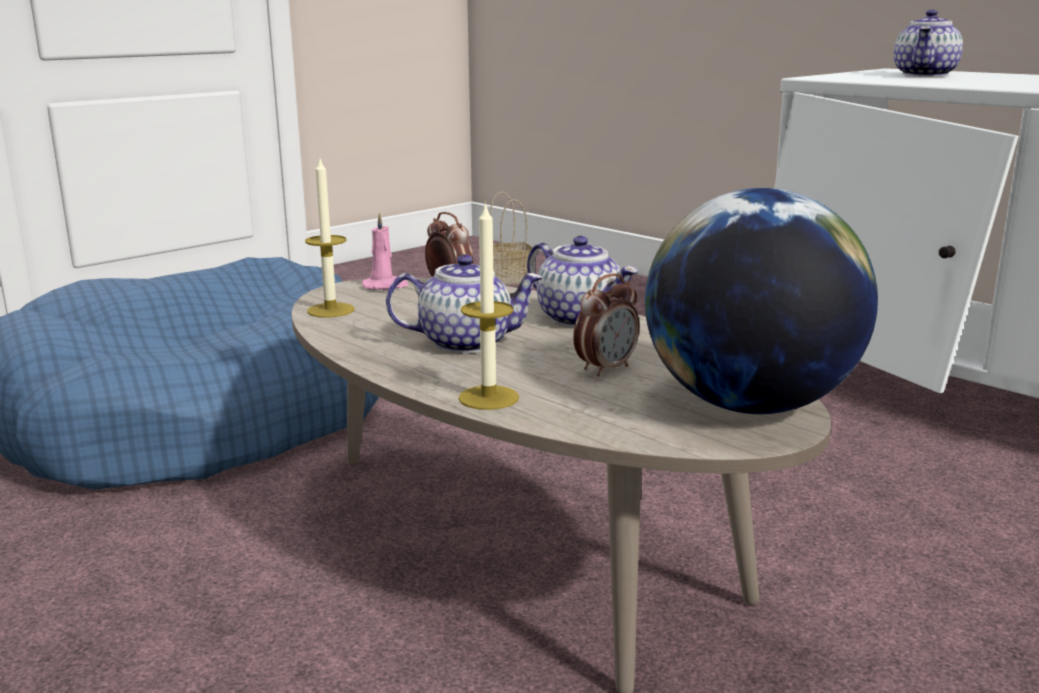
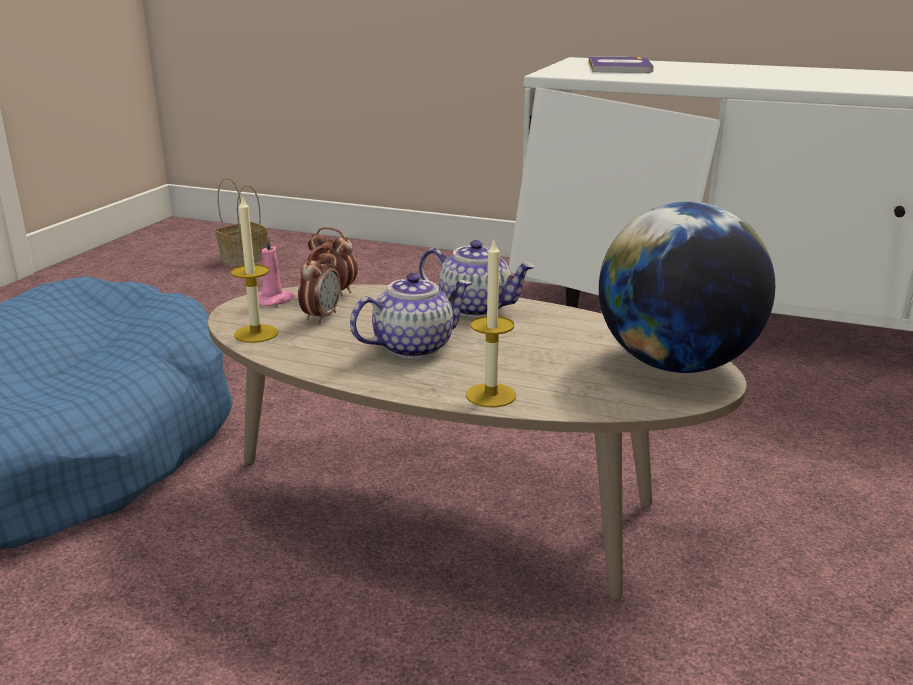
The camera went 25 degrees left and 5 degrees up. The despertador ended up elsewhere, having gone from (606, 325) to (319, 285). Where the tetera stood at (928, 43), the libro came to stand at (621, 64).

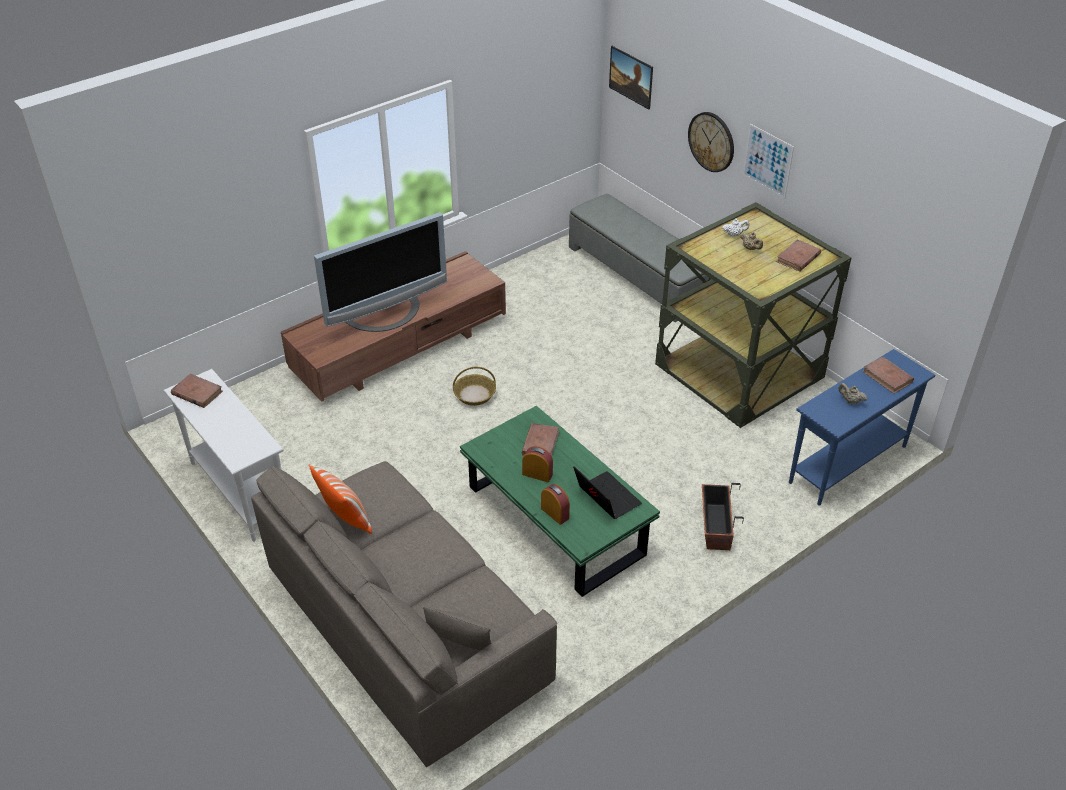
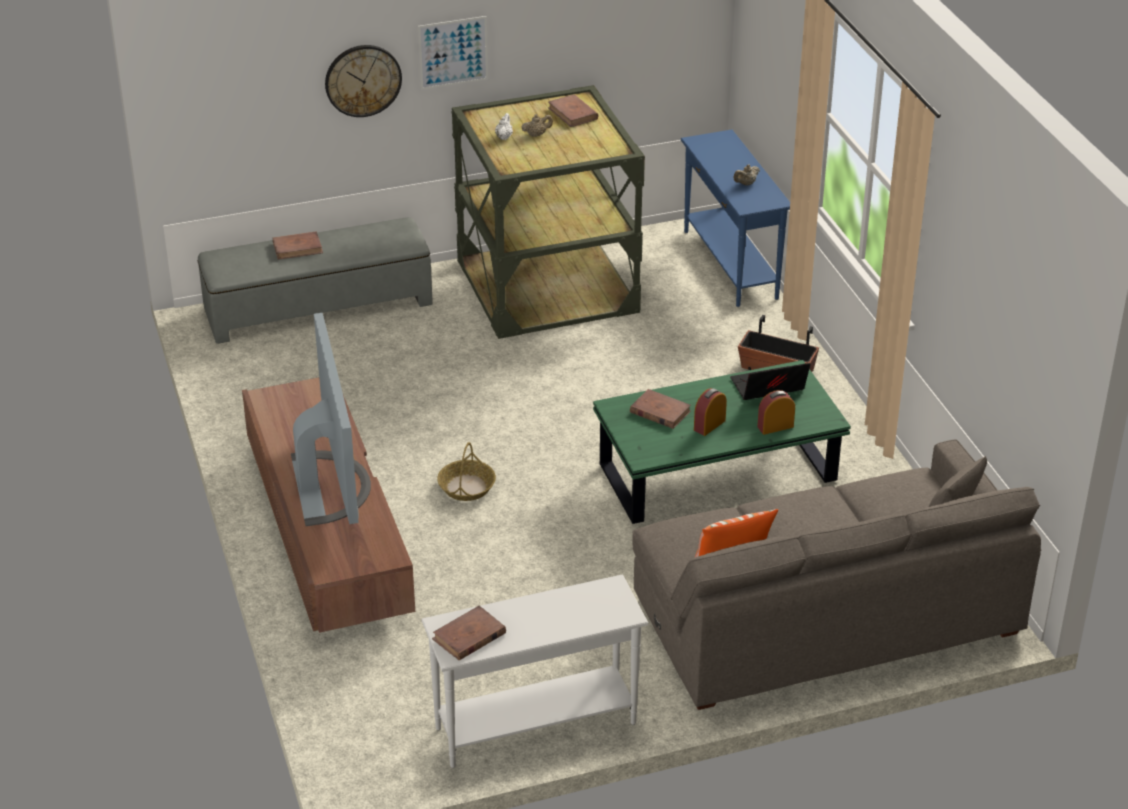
The camera went 70 degrees left and 5 degrees down. The second view lost the cuadro at (631, 78). The libro/marrón ended up elsewhere, having gone from (888, 375) to (298, 245).

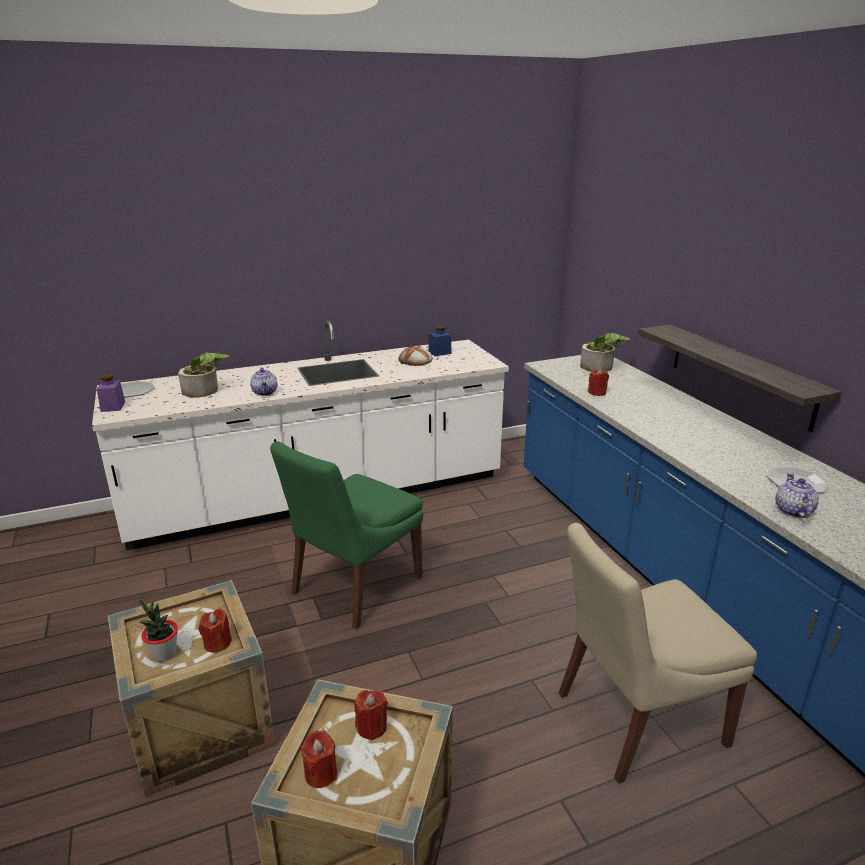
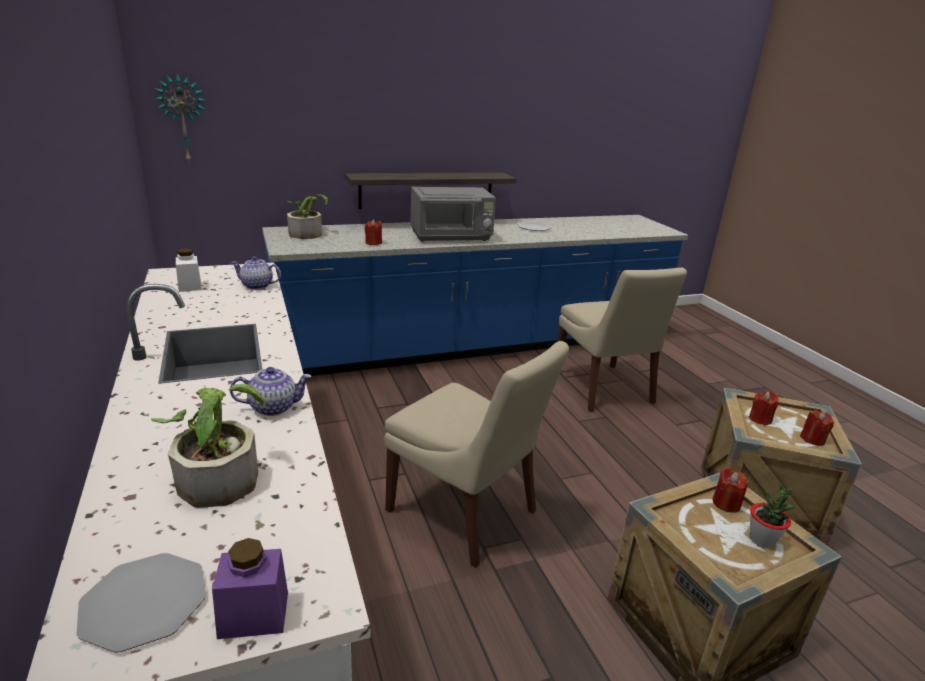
The camera went 90 degrees left and 0 degrees up. The second view lost the pan at (415, 356). The second view gained the reloj de pared at (180, 117). The second view gained the microondas/gris at (453, 214). The tetera ended up elsewhere, having gone from (797, 495) to (256, 273). What was the silla/verde at (346, 535) turned into the silla/beis at (476, 454). What was the tarro/azul at (440, 341) turned into the tarro/blanco at (189, 270).

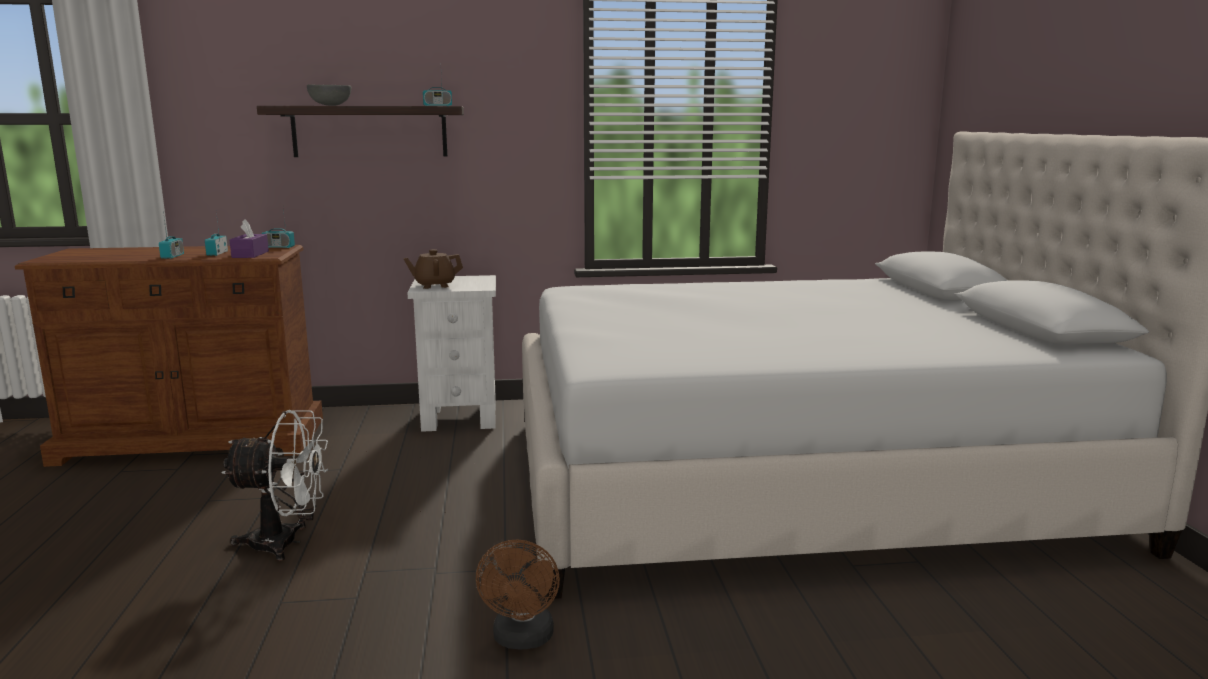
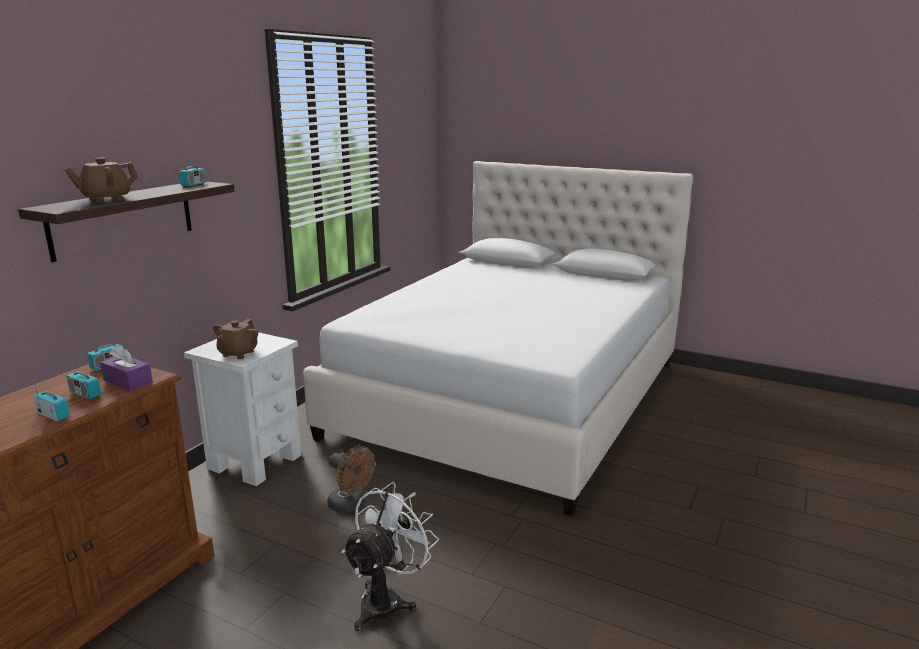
The camera went 55 degrees left and 5 degrees up. The ventilador/marrón ended up elsewhere, having gone from (518, 594) to (351, 479). Where the cuenco/gris stood at (329, 95), the tetera/marrón came to stand at (101, 180).

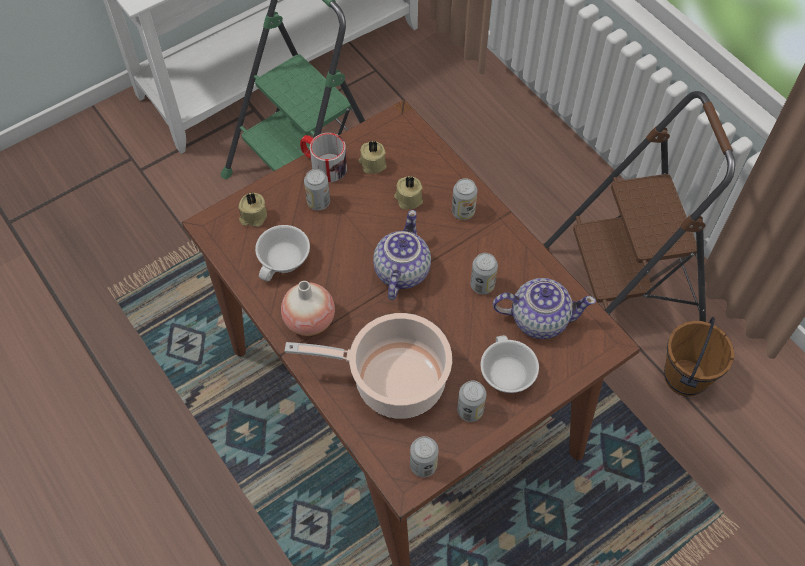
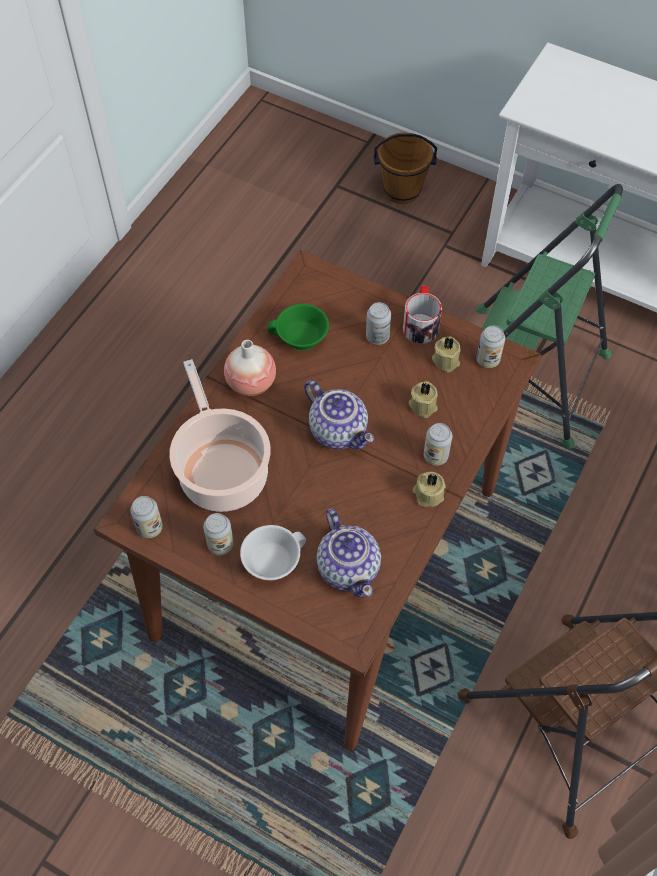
The camera went 65 degrees right and 0 degrees up. The vela/beis ended up elsewhere, having gone from (252, 210) to (429, 489). The lata ended up elsewhere, having gone from (484, 273) to (491, 347). The cubo/marrón ended up elsewhere, having gone from (699, 356) to (405, 168). What was the taza/blanco at (282, 253) turned into the taza/verde at (298, 327). The tetera at (402, 255) ended up facing another way, 60 degrees clockwise from before.

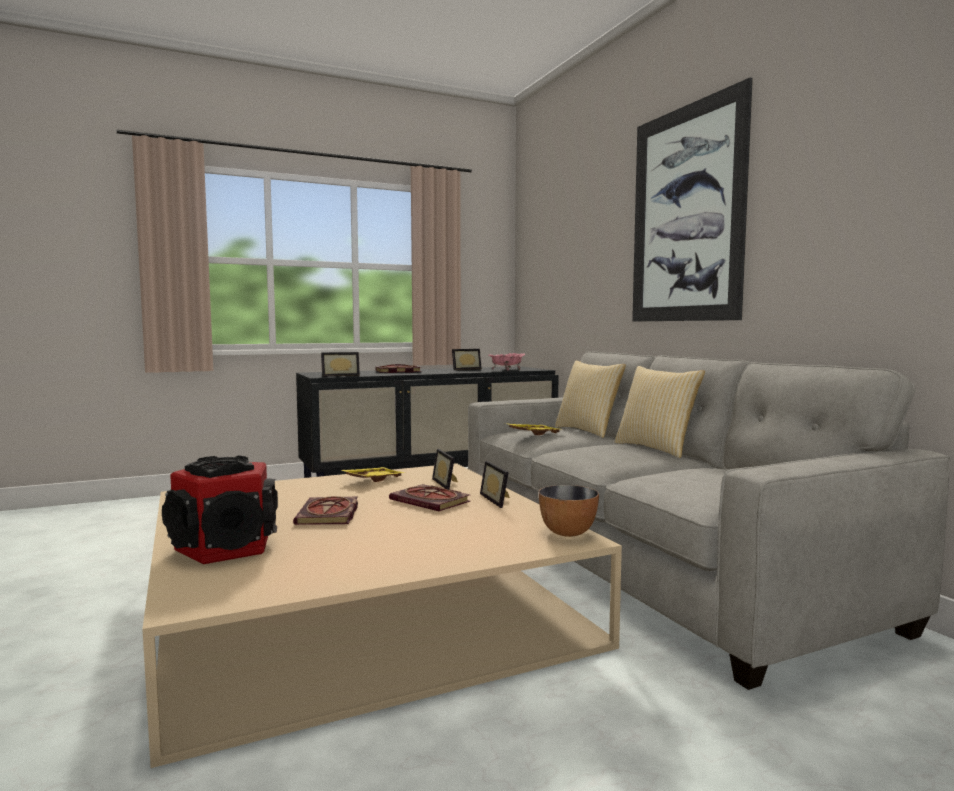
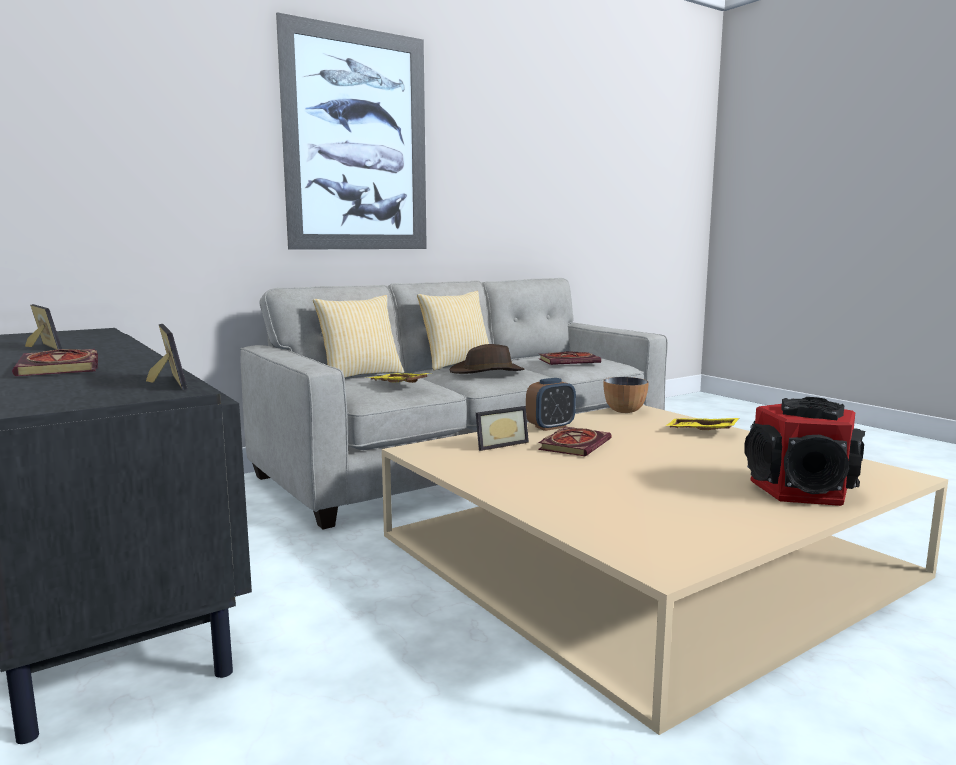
The camera went 100 degrees left and 5 degrees up. The second view lost the cuenco/rosa at (506, 361). The second view gained the sombrero/marrón at (487, 359). The libro ended up elsewhere, having gone from (325, 510) to (570, 358). The bandeja/amarillo ended up elsewhere, having gone from (373, 474) to (702, 424). Where the portarretratos stood at (495, 484), the despertador came to stand at (551, 404).

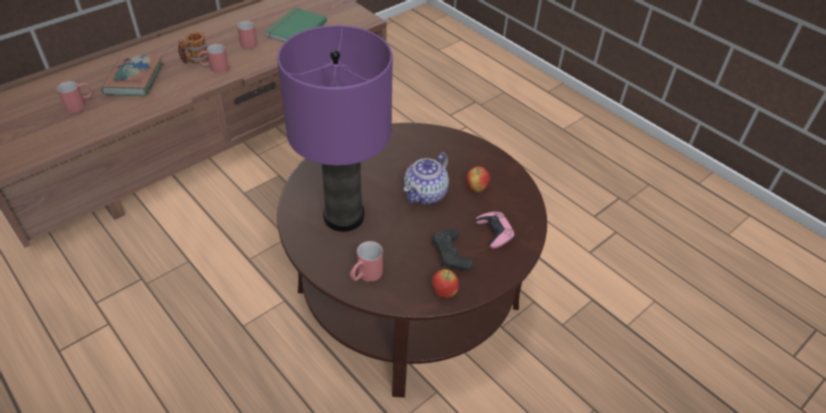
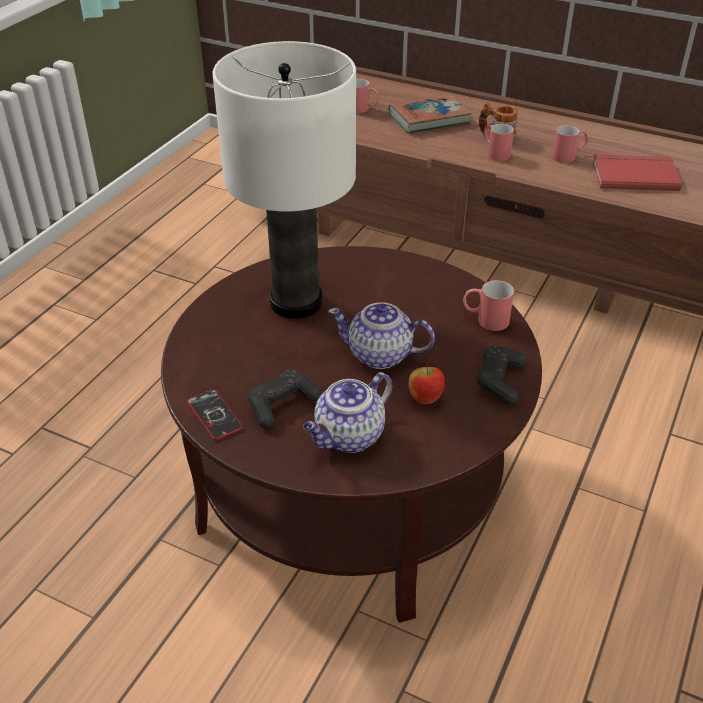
The camera went 70 degrees right and 5 degrees down. The second view gained the mando de consola/negro at (501, 375). The taza grande/rojo ended up elsewhere, having gone from (366, 261) to (488, 305). Where the manzana stood at (445, 283), the móvil came to stand at (215, 414). Where the mando de consola/rosa stood at (495, 230), the tetera came to stand at (347, 412). What was the libro/verde at (296, 25) turned into the libro/rojo at (637, 172). What was the lámpara de mesa/morado at (335, 128) turned into the lámpara de mesa/blanco at (284, 180).

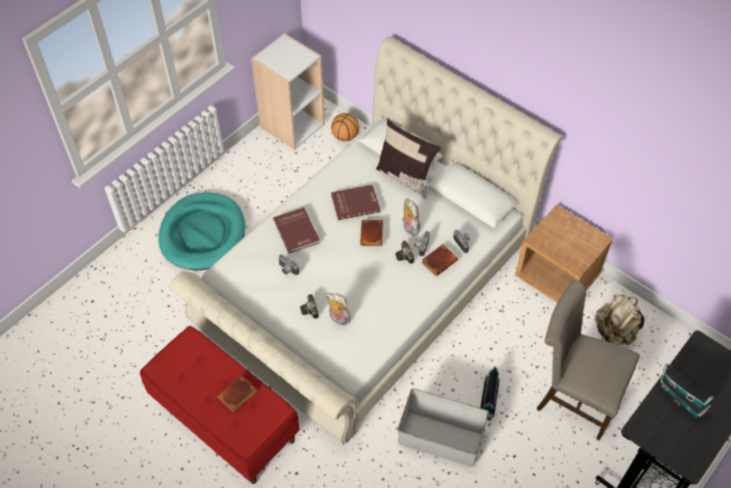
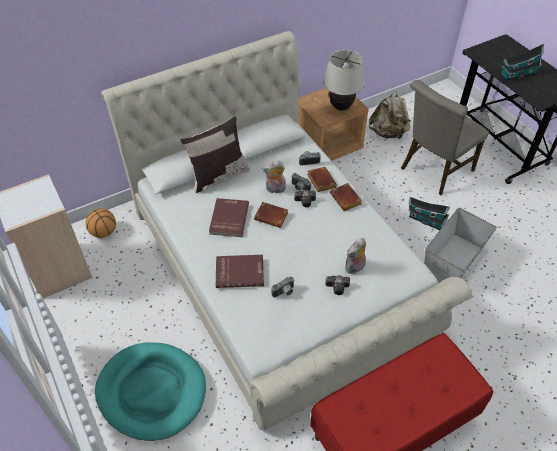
The camera went 70 degrees left and 5 degrees down. The second view gained the lámpara de mesa/beis at (344, 80). The libro/marrón ended up elsewhere, having gone from (237, 393) to (346, 197).

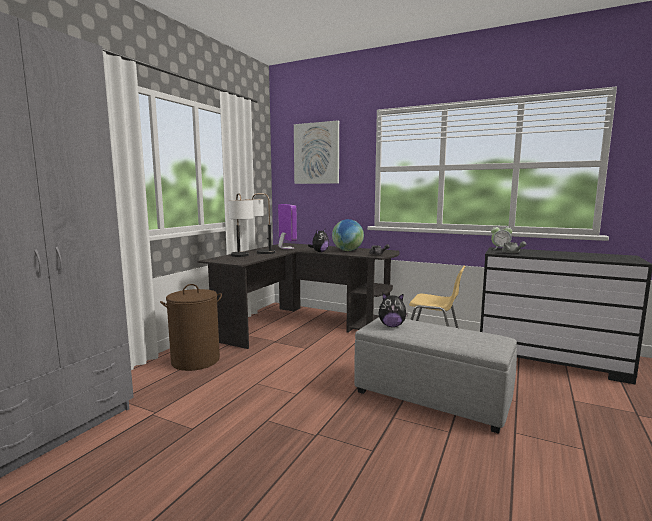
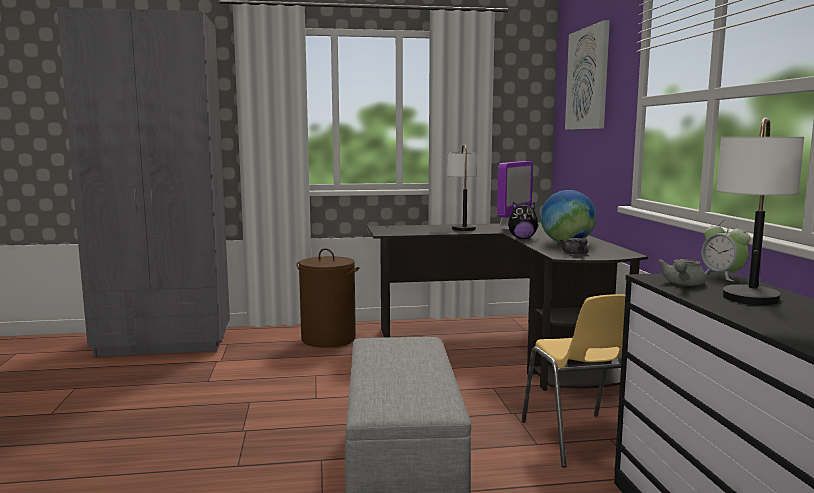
The camera went 55 degrees right and 0 degrees up. The second view lost the peluche at (393, 310). The lámpara de mesa ended up elsewhere, having gone from (241, 225) to (760, 211).

